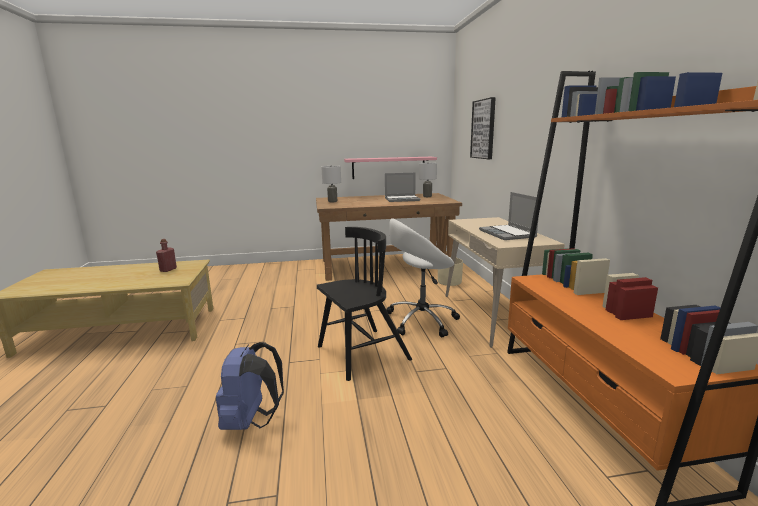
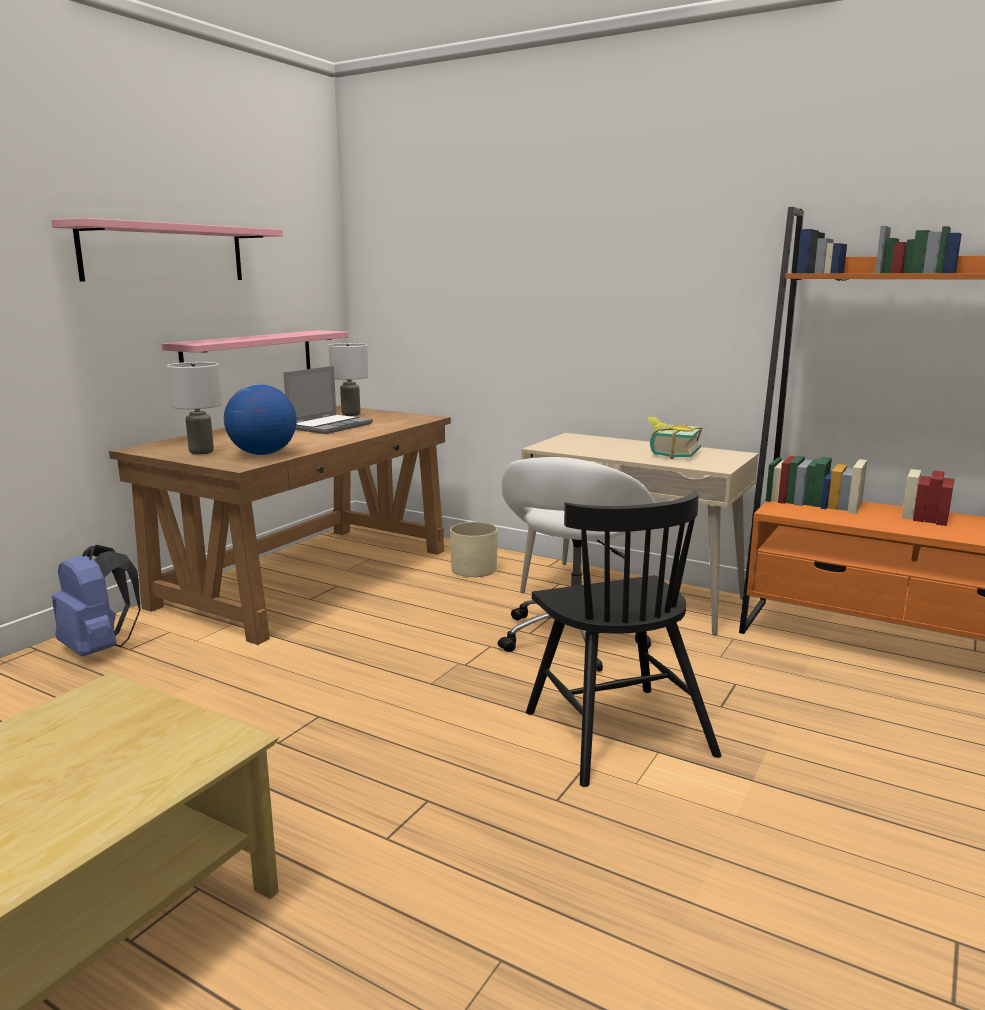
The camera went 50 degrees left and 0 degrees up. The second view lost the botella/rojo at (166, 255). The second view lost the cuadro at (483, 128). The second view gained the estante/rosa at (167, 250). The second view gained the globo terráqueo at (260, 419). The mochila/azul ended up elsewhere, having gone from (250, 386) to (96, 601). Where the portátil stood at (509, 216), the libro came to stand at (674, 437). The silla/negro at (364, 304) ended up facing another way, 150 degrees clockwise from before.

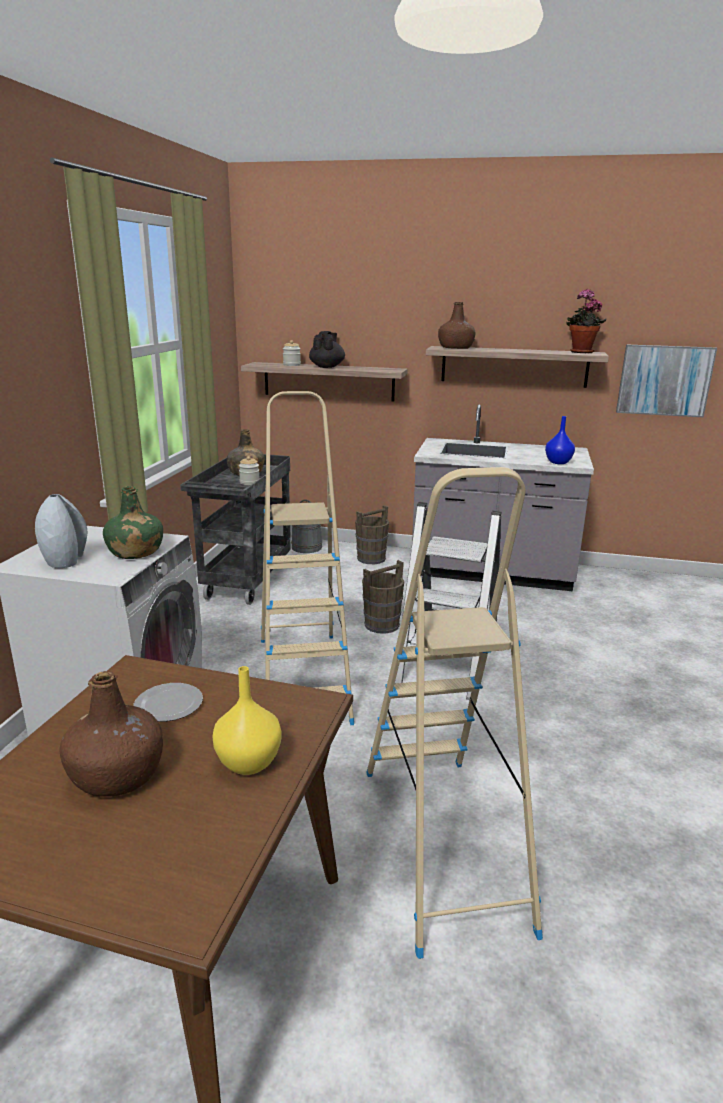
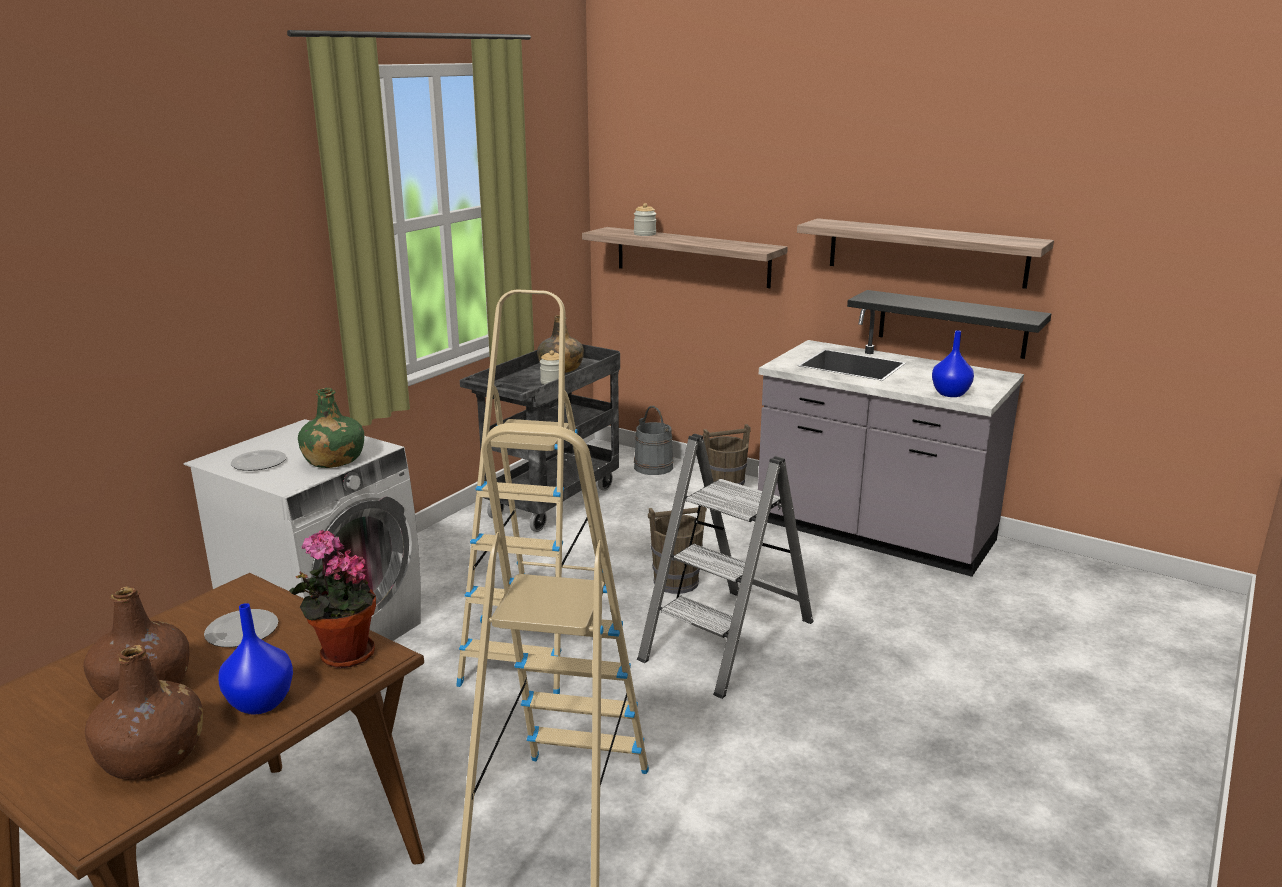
The camera went 20 degrees right and 0 degrees up. The second view lost the tetera/negro at (327, 349). The second view lost the cuadro at (666, 380). The second view gained the estante/negro at (949, 324). The botella/marrón ended up elsewhere, having gone from (456, 325) to (144, 712). The planta en maceta ended up elsewhere, having gone from (586, 321) to (332, 599). Where the florero/gris stood at (61, 531), the plato came to stand at (258, 460). What was the florero/amarillo at (247, 720) turned into the florero/azul at (255, 659).

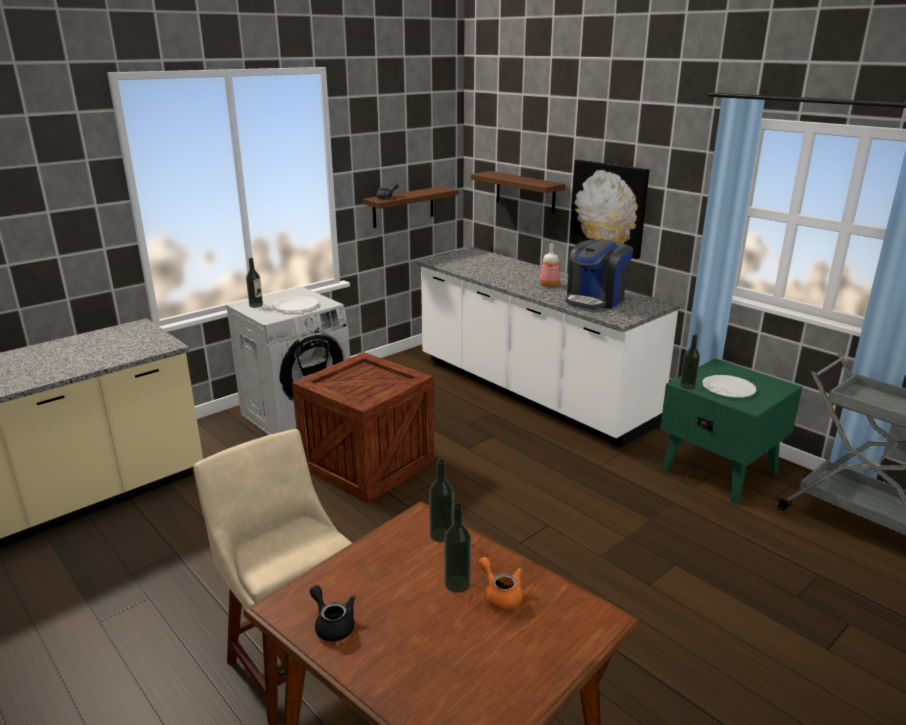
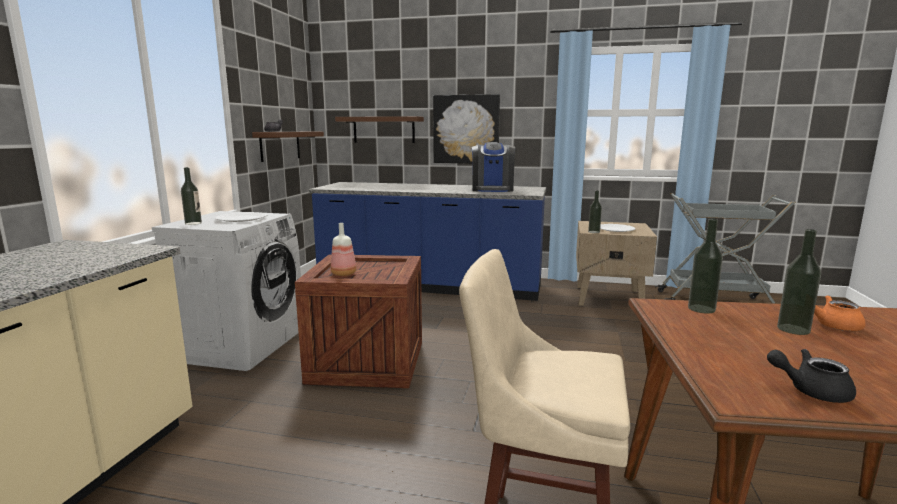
The camera went 35 degrees left and 10 degrees down. The botella ended up elsewhere, having gone from (550, 265) to (343, 249). What was the mueble bajo de cocina/blanco at (548, 347) turned into the mueble bajo de cocina/azul at (427, 241). What was the mesita de noche/verde at (731, 432) turned into the mesita de noche/beis at (616, 263).

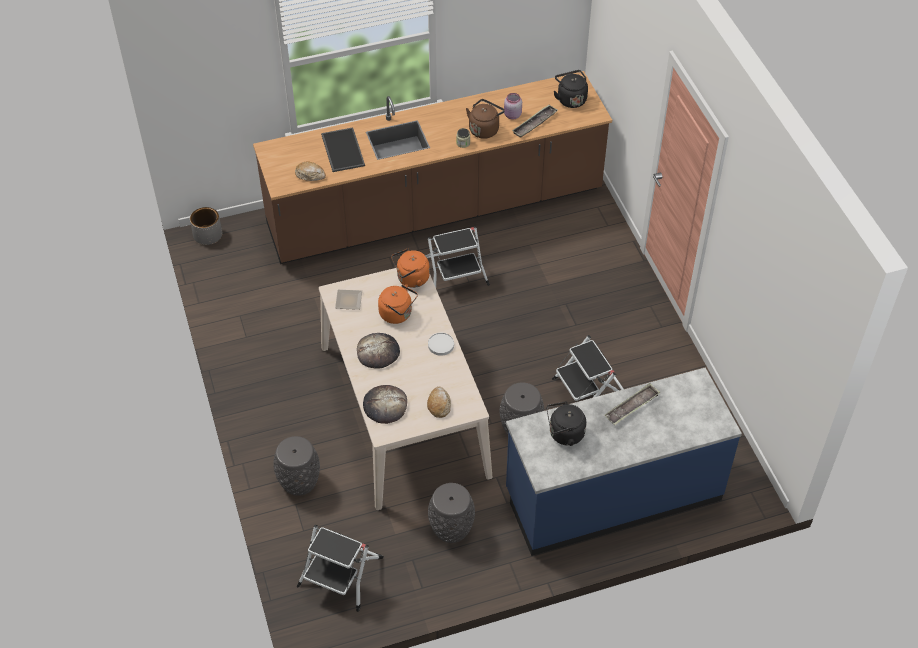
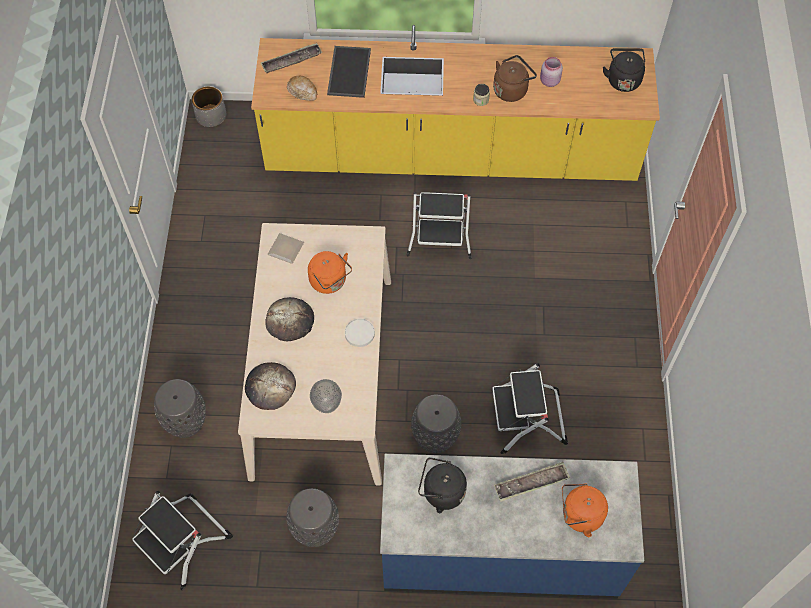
The camera went 20 degrees right and 10 degrees up. The hervidor/naranja ended up elsewhere, having gone from (410, 268) to (585, 510). The bandeja ended up elsewhere, having gone from (535, 121) to (291, 58). Where the pan stood at (439, 402), the florero came to stand at (326, 396). What was the mueble bajo de cocina/marrón at (432, 167) turned into the mueble bajo de cocina/amarillo at (455, 103).

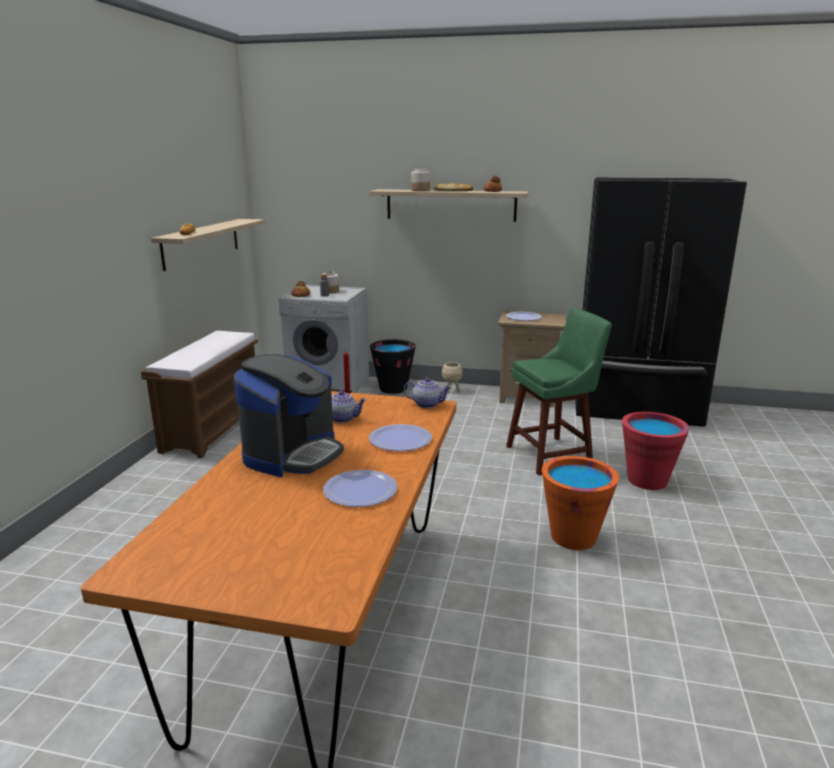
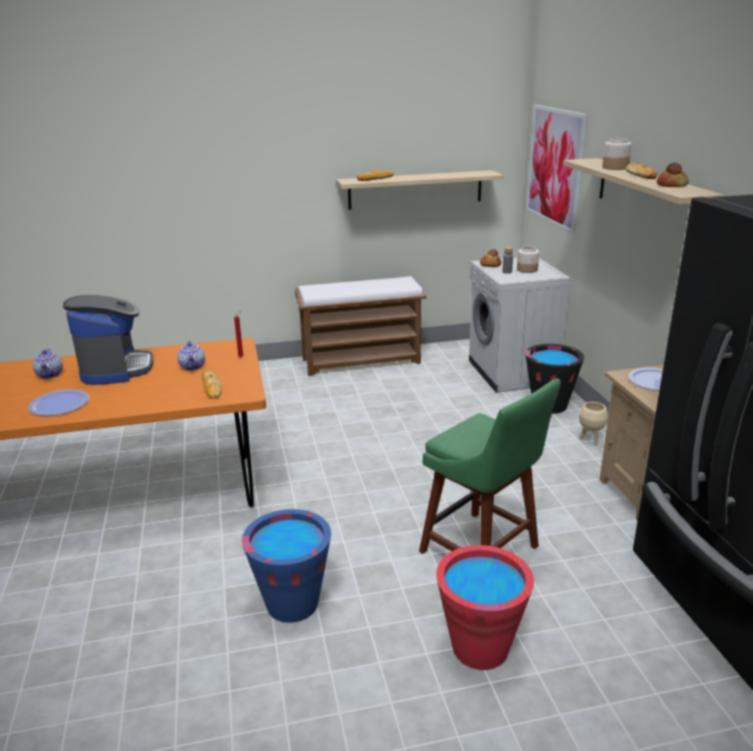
The camera went 65 degrees right and 5 degrees up. The second view lost the plato at (400, 437). The second view gained the pan at (211, 384). The second view gained the cuadro at (556, 169). The tetera ended up elsewhere, having gone from (427, 393) to (48, 363). What was the cubo/naranja at (580, 503) turned into the cubo/azul at (286, 566). The cafetera at (289, 415) ended up facing another way, 105 degrees counterclockwise from before.

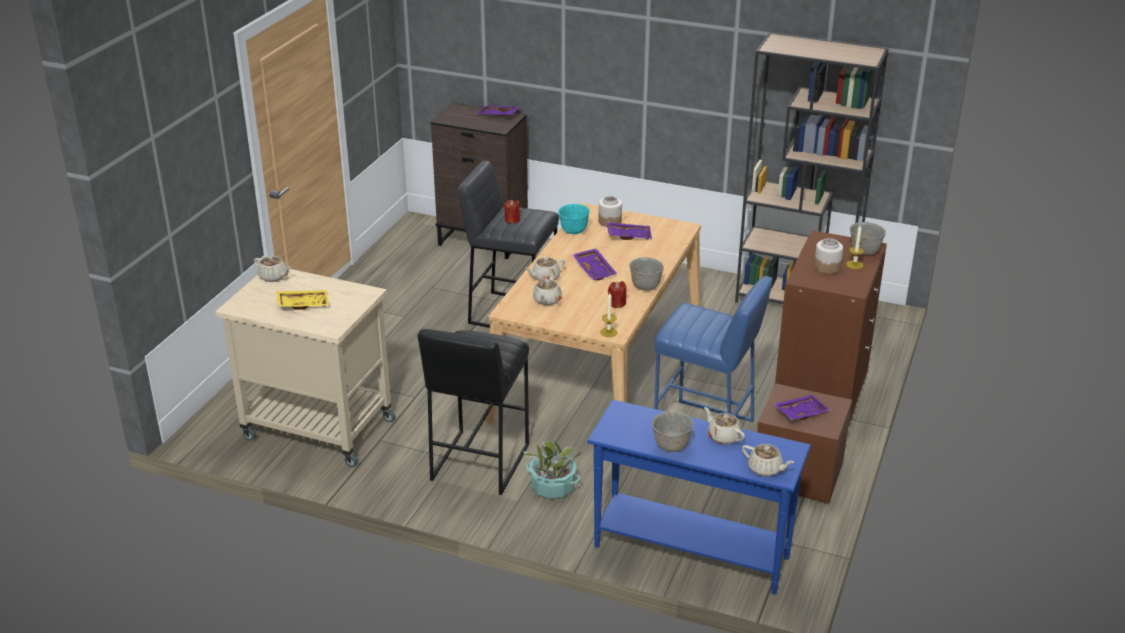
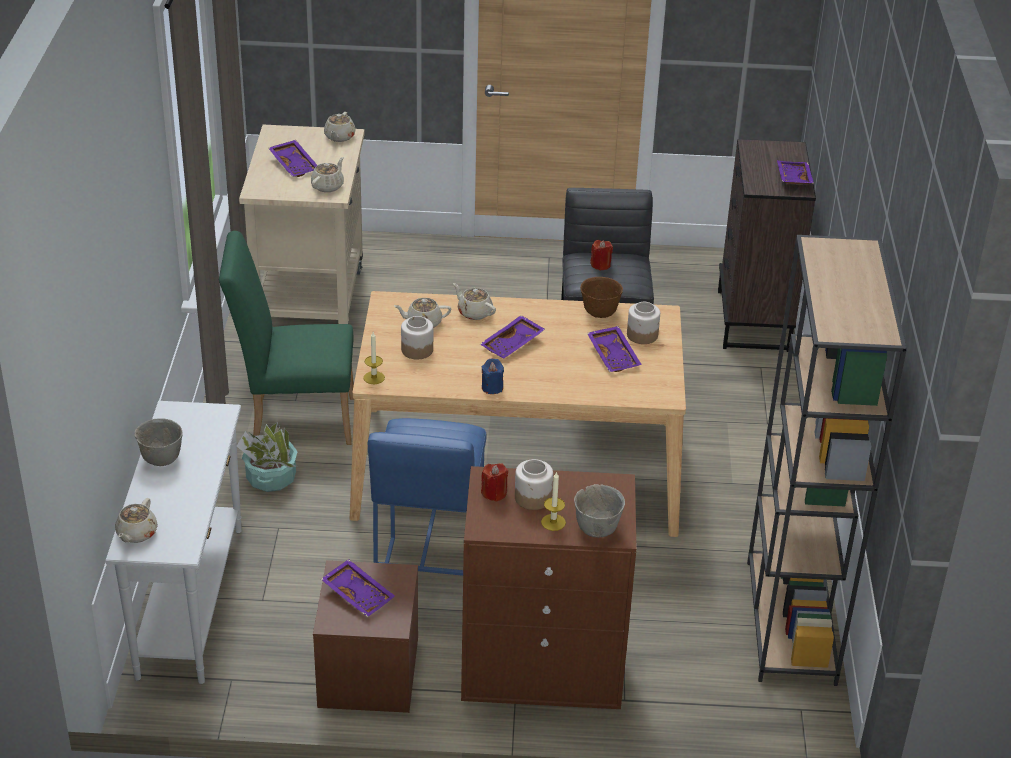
The camera went 70 degrees right and 5 degrees up. The second view gained the tarro at (417, 337). The vela/rojo ended up elsewhere, having gone from (617, 294) to (494, 482). The tetera/beis ended up elsewhere, having gone from (724, 426) to (327, 174). Where the taburete/negro stood at (473, 412), the silla/verde came to stand at (286, 338). Where the cuenco/gris stood at (646, 274), the vela/azul came to stand at (493, 376). What was the bandeja/amarillo at (302, 300) turned into the bandeja/morado at (293, 158). What was the cuenco/turquesa at (574, 219) turned into the cuenco/marrón at (601, 297). What was the mesa consola/azul at (699, 497) turned into the mesa consola/blanco at (173, 542).

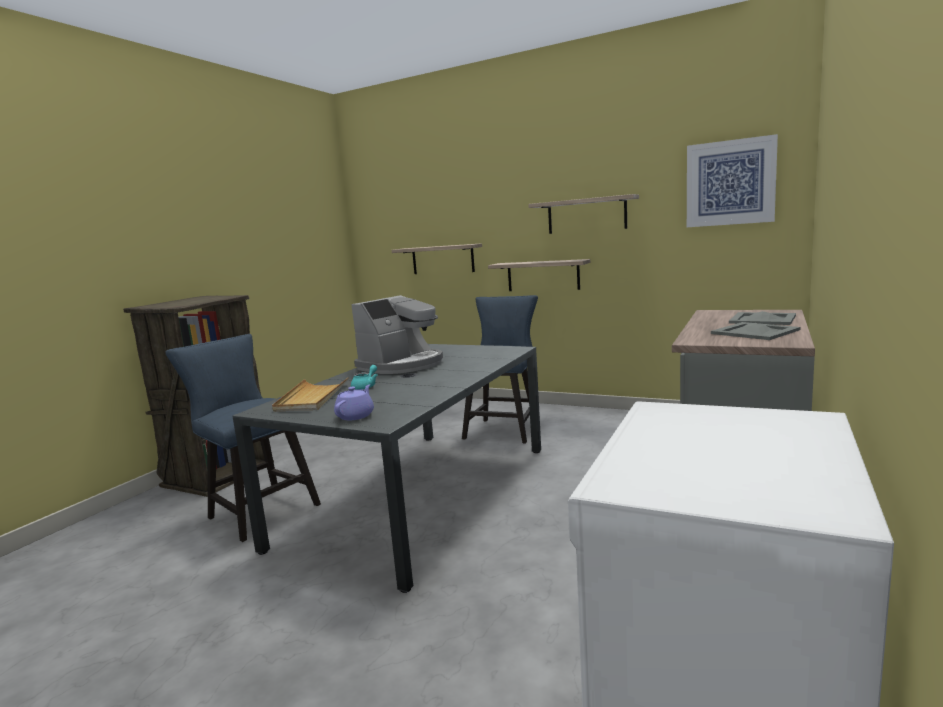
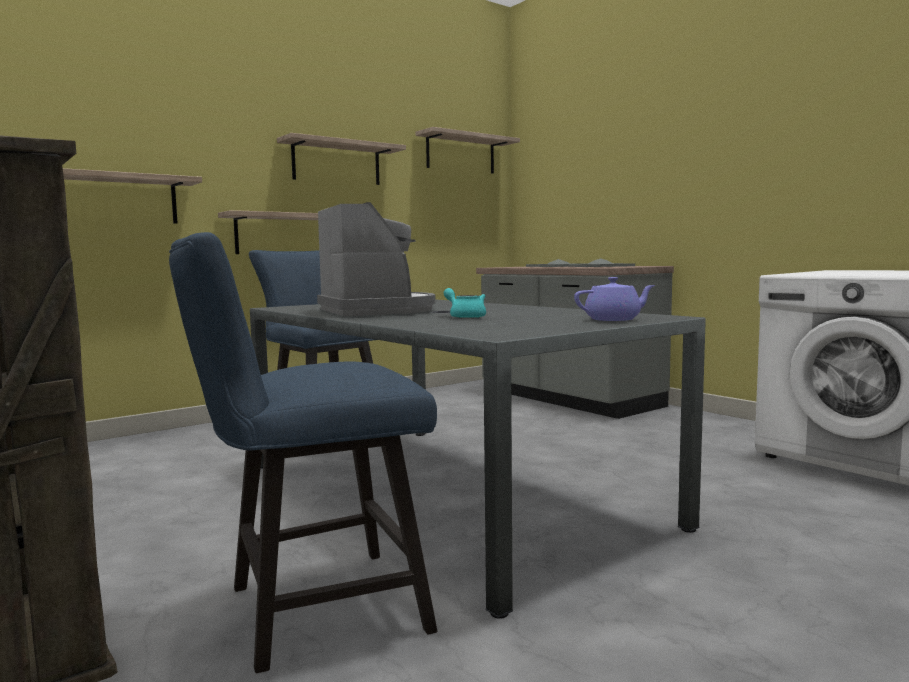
The camera went 65 degrees left and 5 degrees down. The second view lost the bandeja/beis at (310, 394). Where the cuadro hung at (732, 180), the estante came to hang at (467, 150). The tetera/morado at (354, 402) ended up facing another way, 120 degrees clockwise from before.

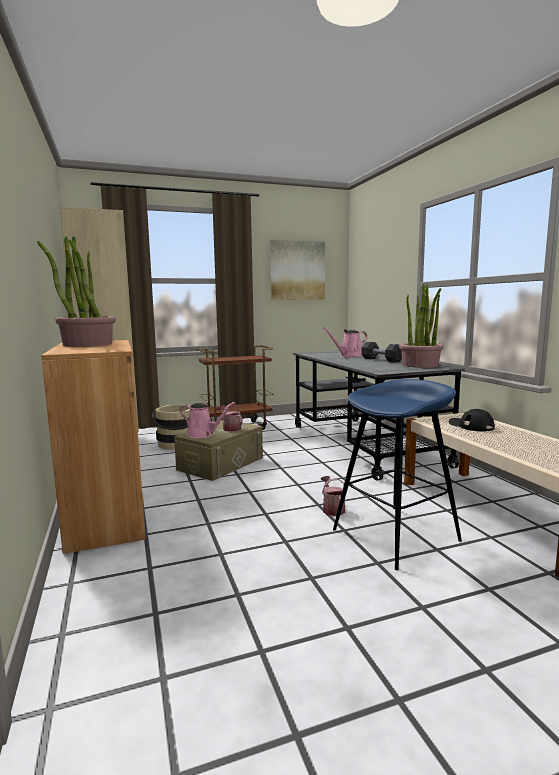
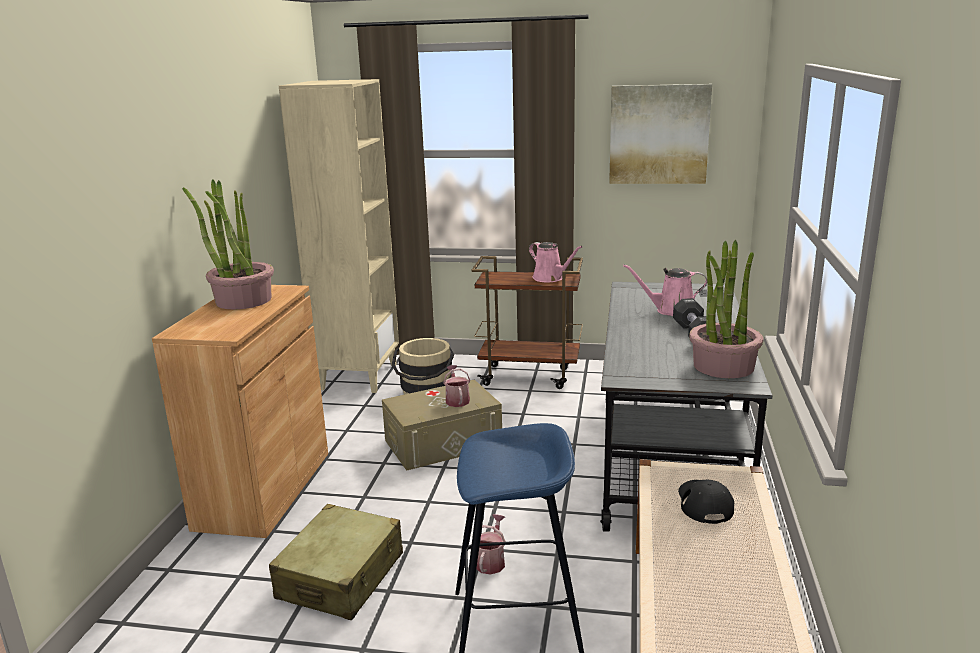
The camera went 30 degrees right and 10 degrees up. The second view gained the maleta/beis at (336, 562). The regadera/rosa ended up elsewhere, having gone from (207, 420) to (556, 262).

